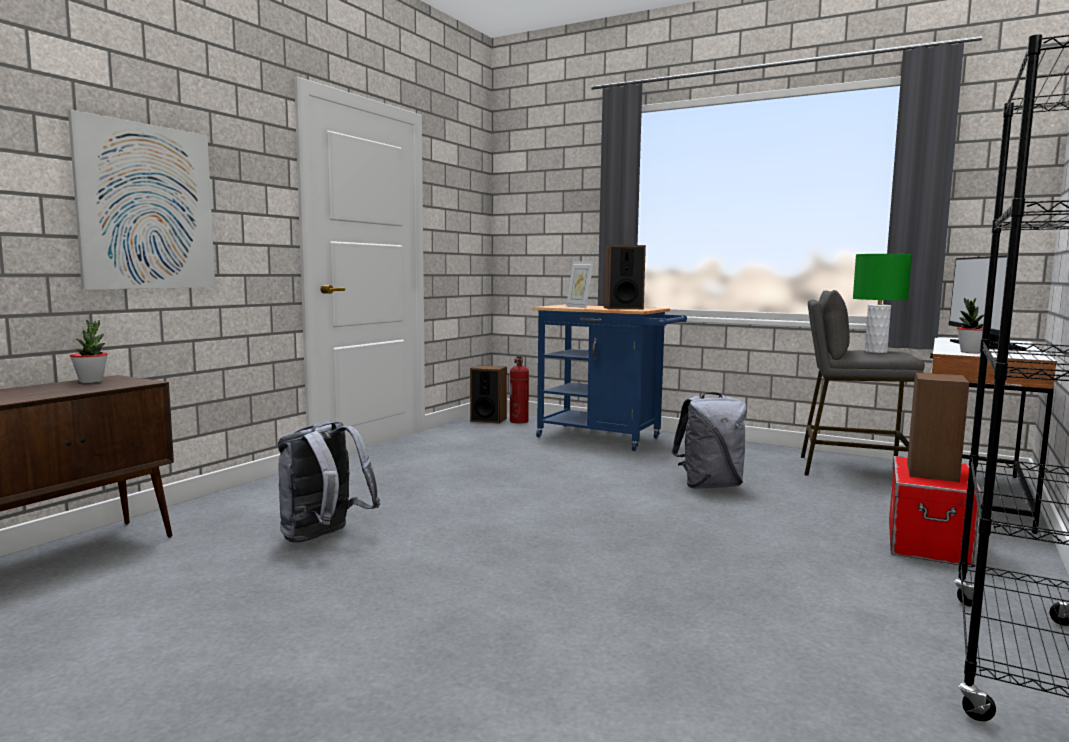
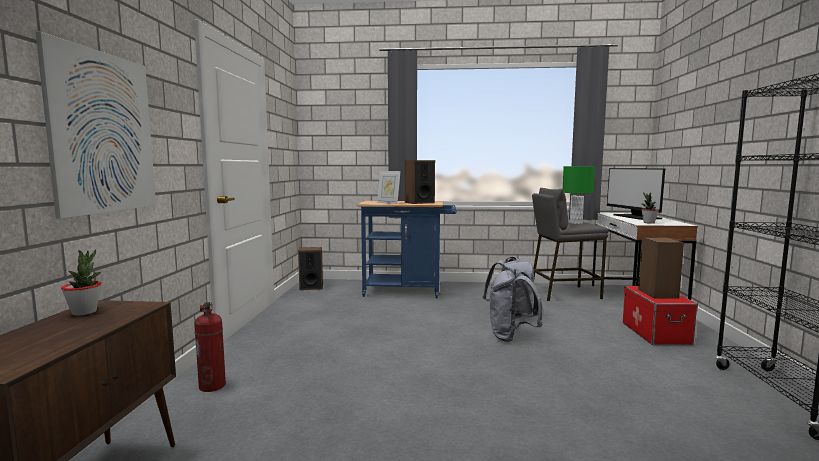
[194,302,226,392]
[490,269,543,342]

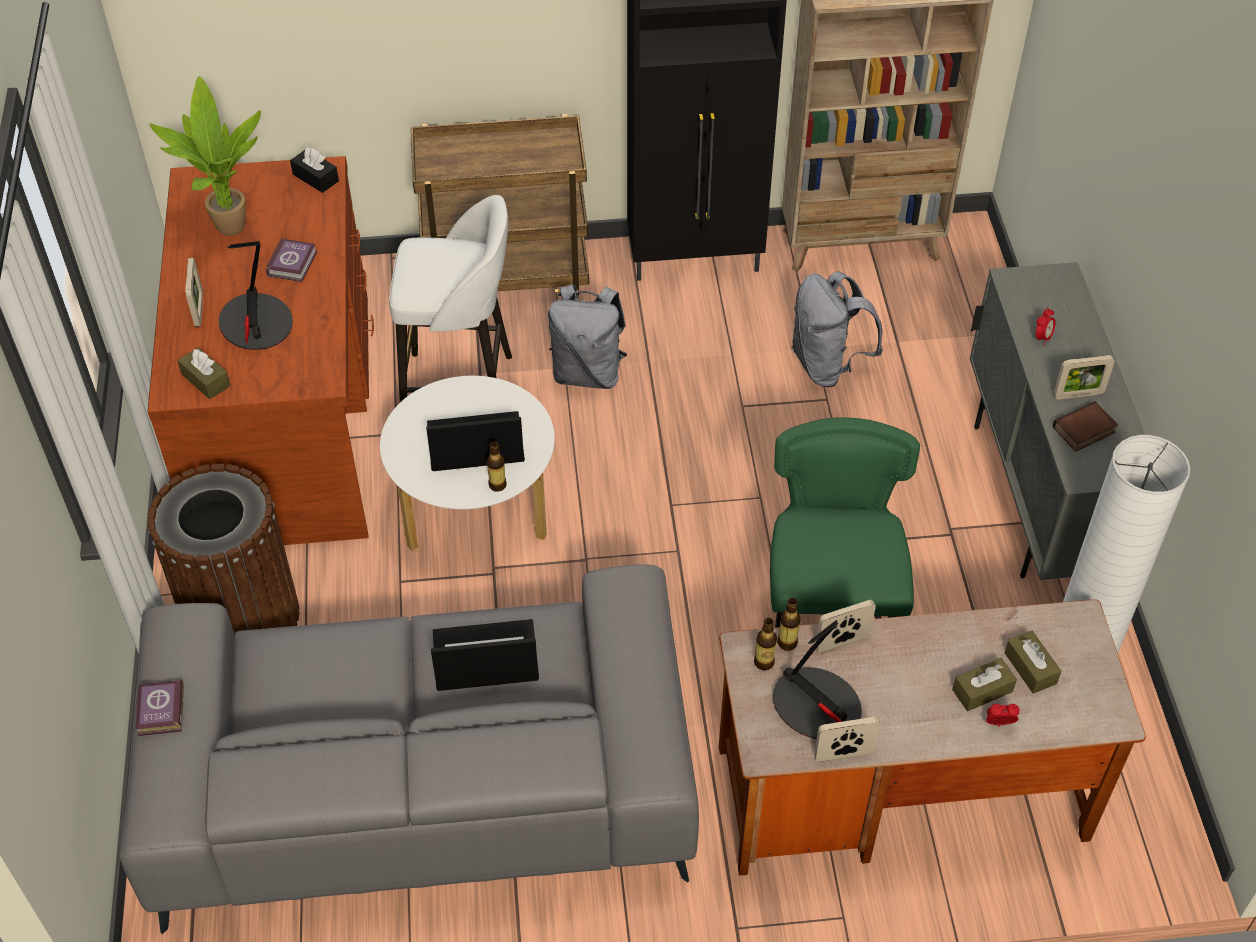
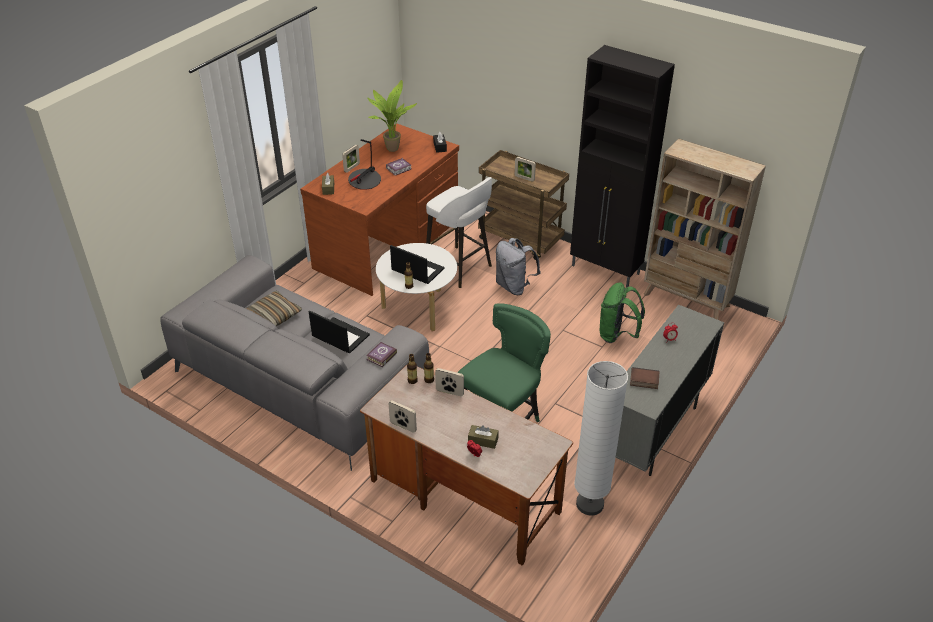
[600,282,645,343]
[515,157,536,182]
[148,464,300,635] (first image)
[773,620,862,739] (first image)
[1005,631,1061,694] (first image)
[366,342,397,367]
[246,291,302,326]

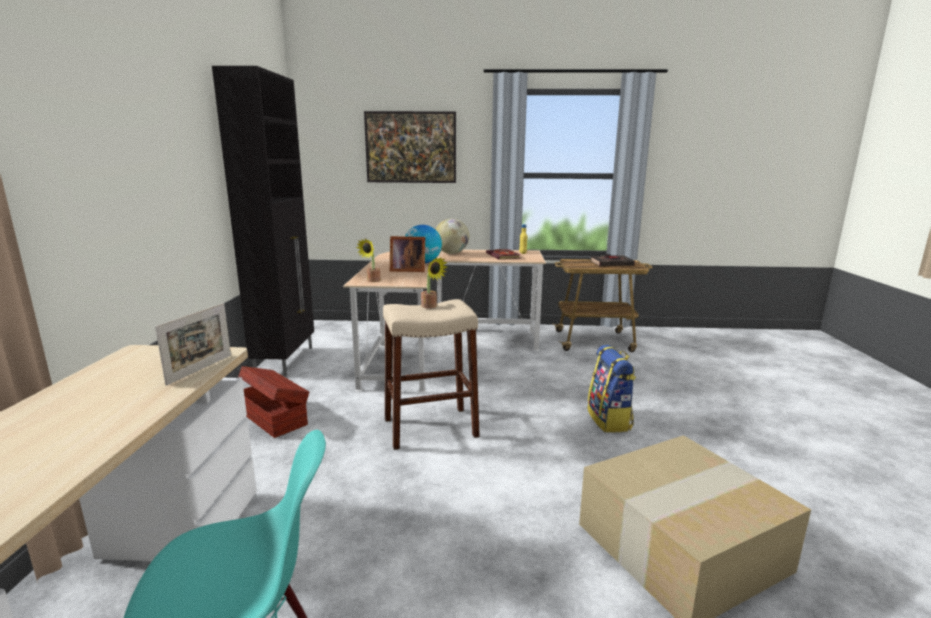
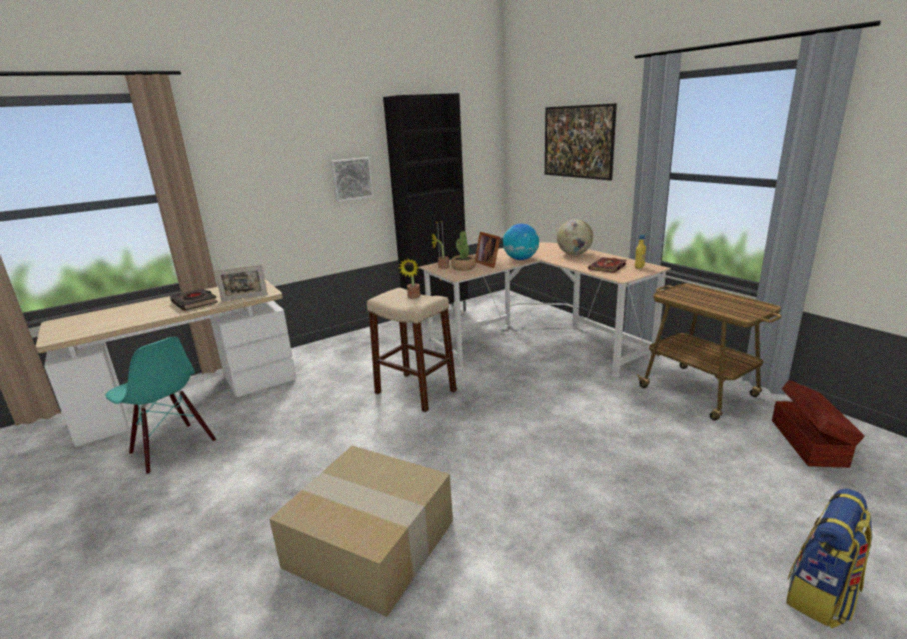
[170,288,218,311]
[786,489,873,628]
[772,380,865,468]
[331,157,373,202]
[451,231,476,271]

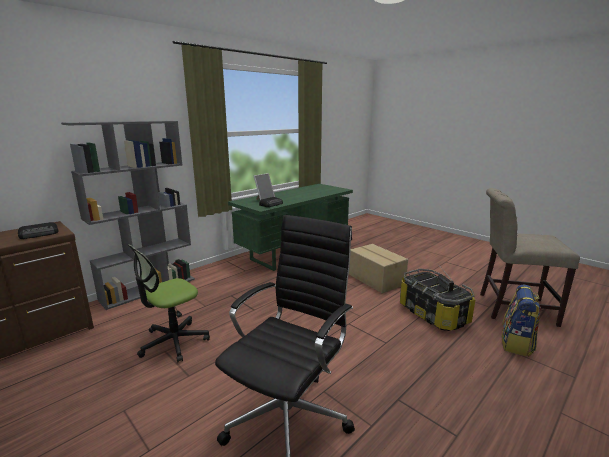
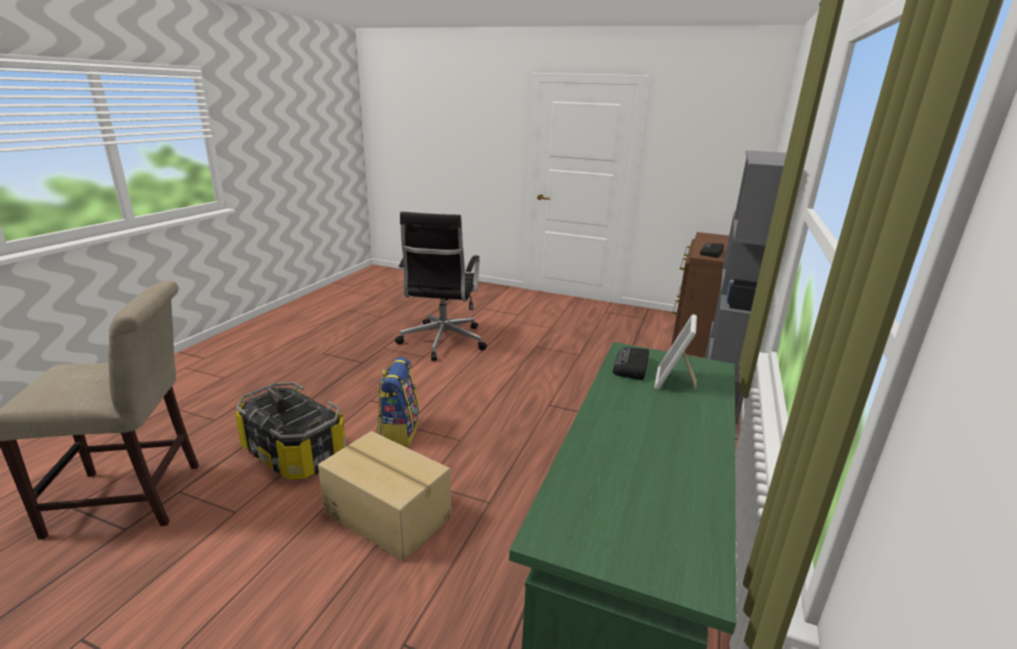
[128,244,210,362] (first image)
[377,357,419,447]

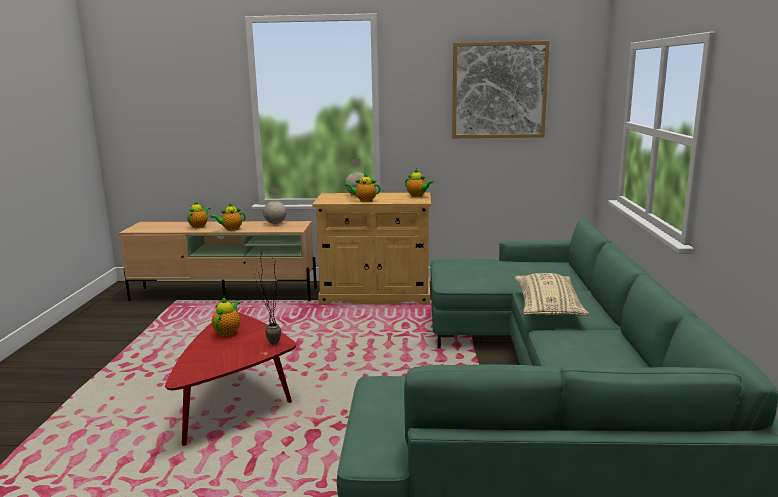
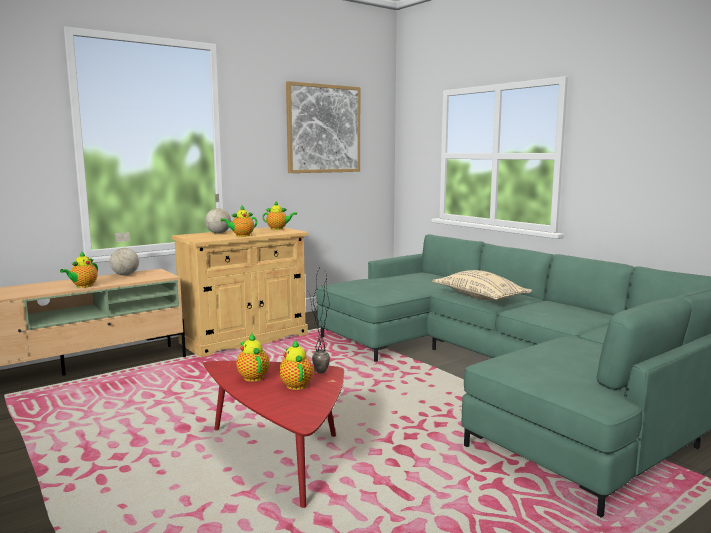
[279,339,313,390]

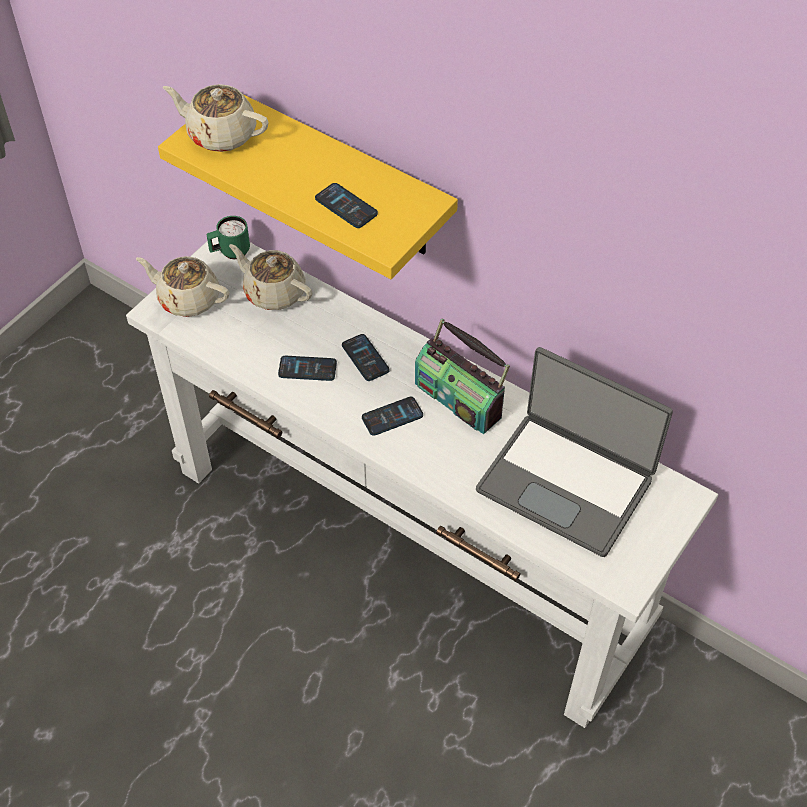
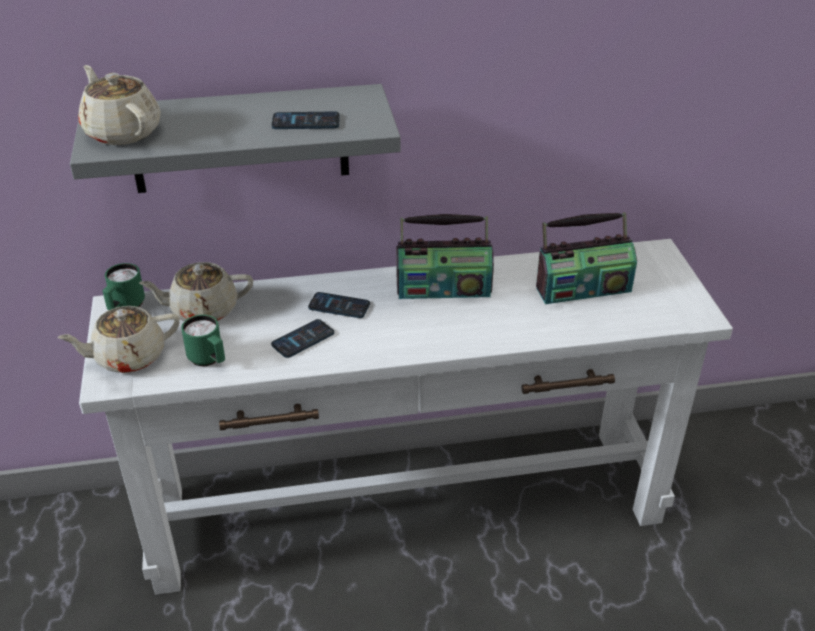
[78,65,161,145]
[70,84,401,193]
[536,212,637,304]
[362,397,423,436] (first image)
[181,315,225,366]

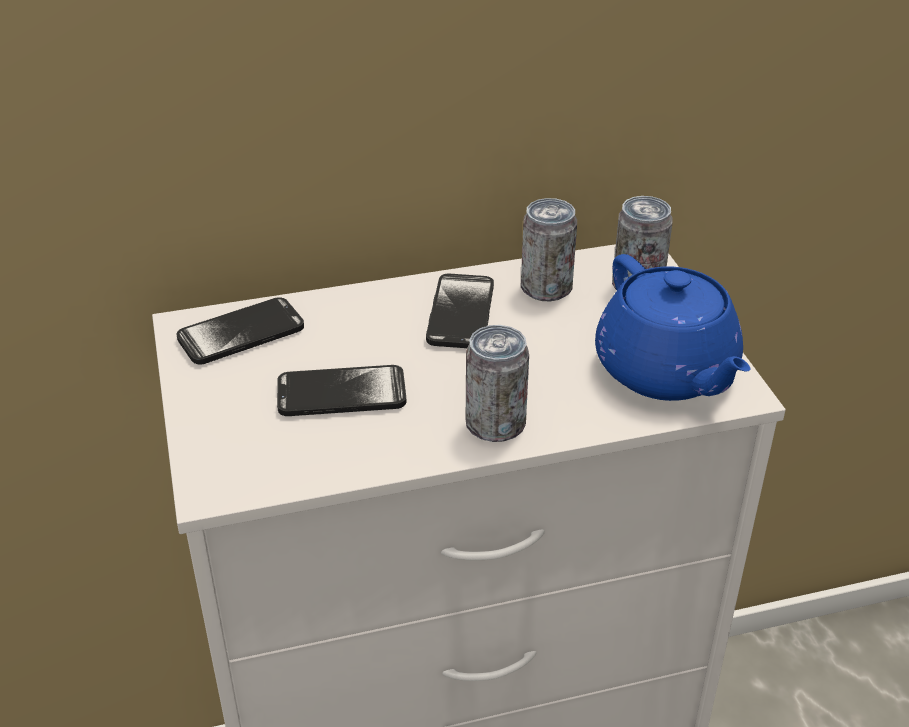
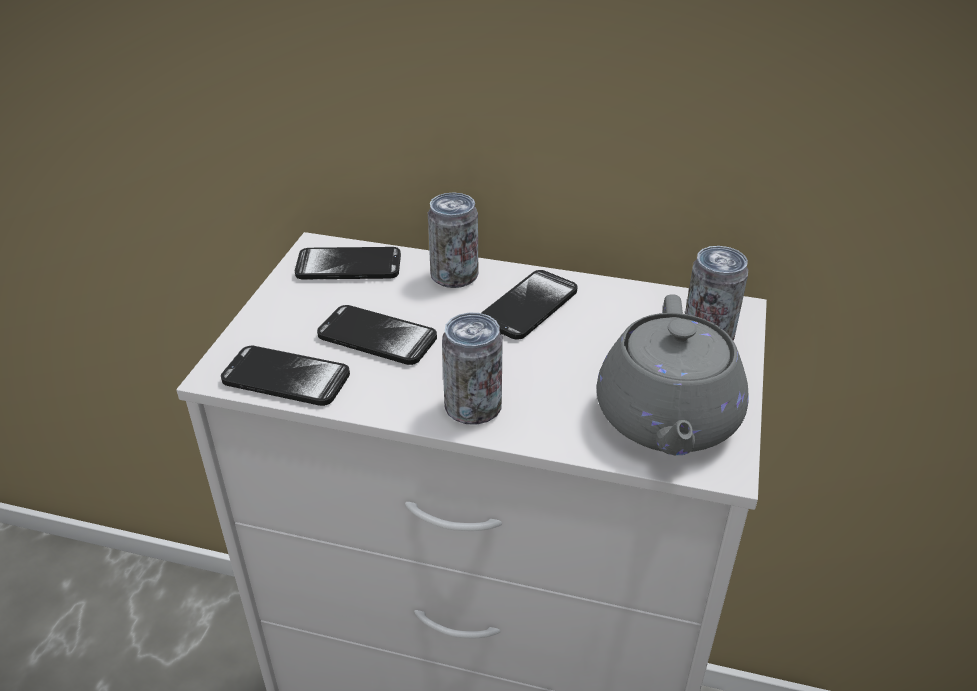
[428,192,478,288]
[596,294,749,455]
[221,346,350,406]

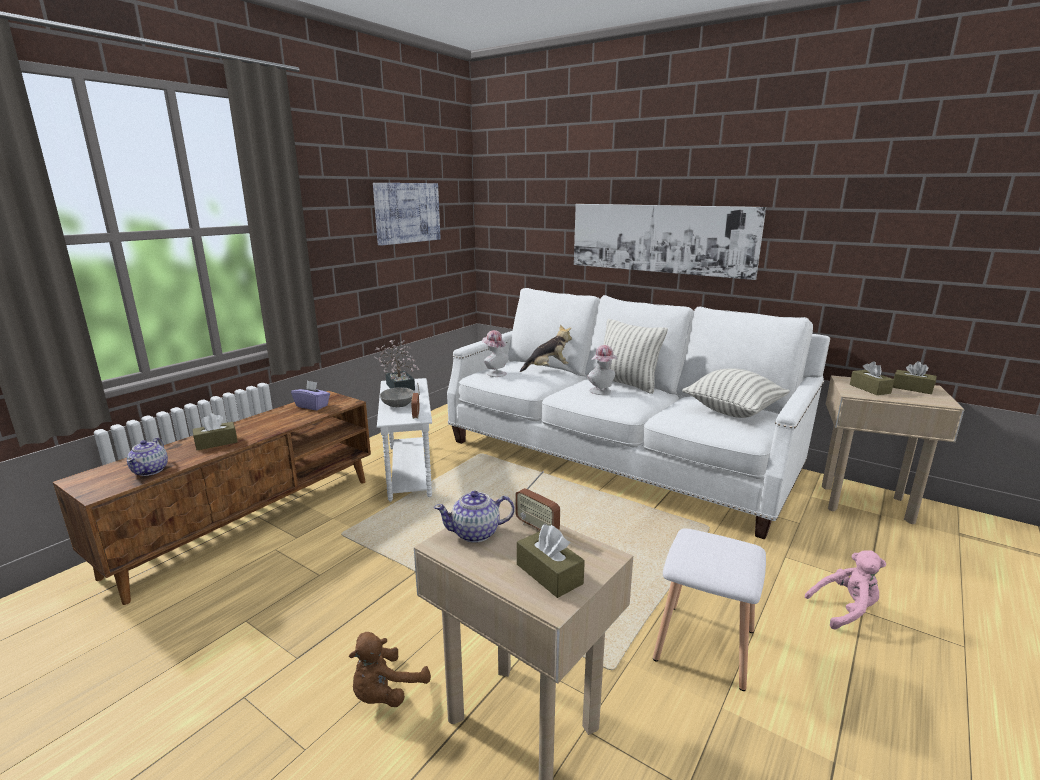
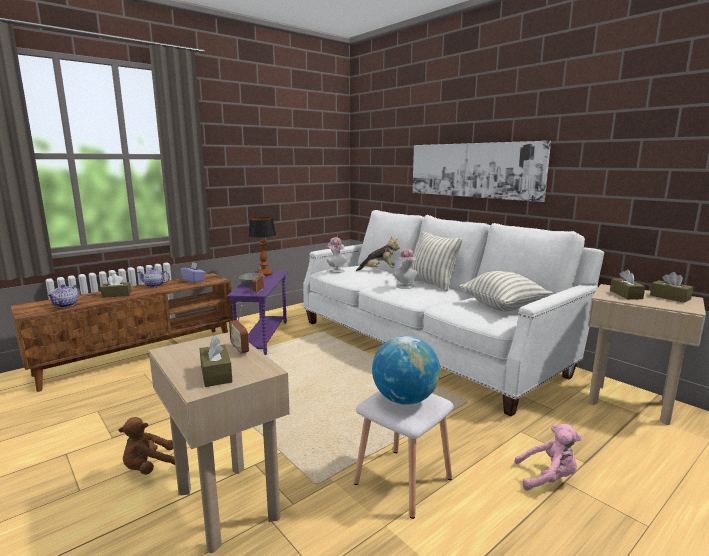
[373,183,441,246] (first image)
[248,217,276,276]
[227,271,288,355]
[138,267,170,287]
[372,336,440,405]

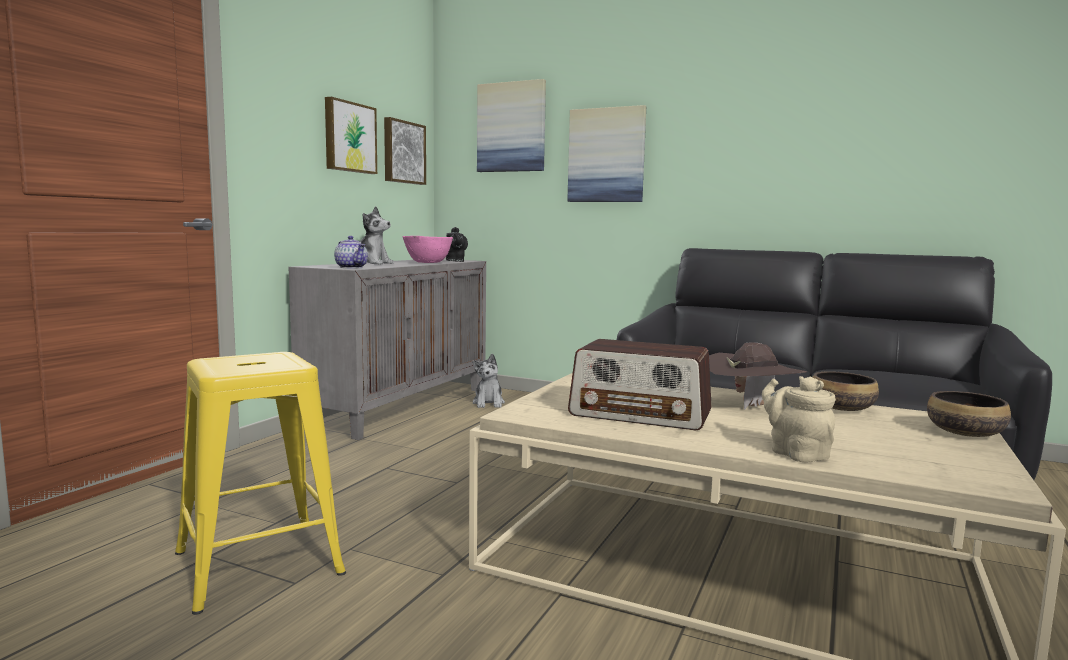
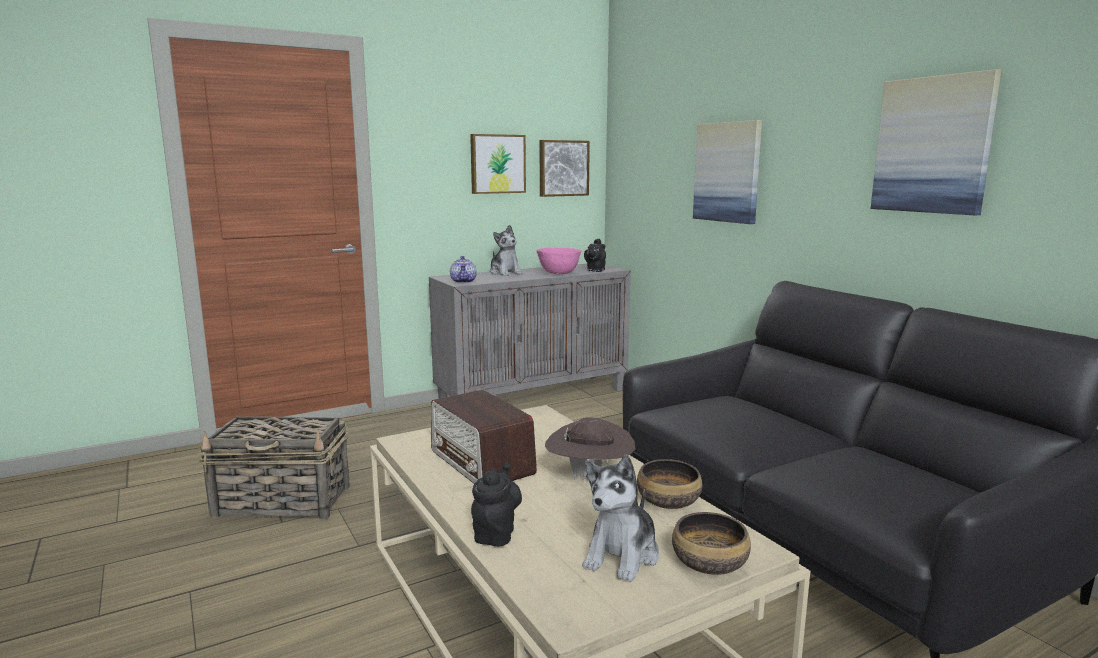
[871,69,1002,215]
[198,416,349,520]
[583,455,659,582]
[471,463,522,546]

